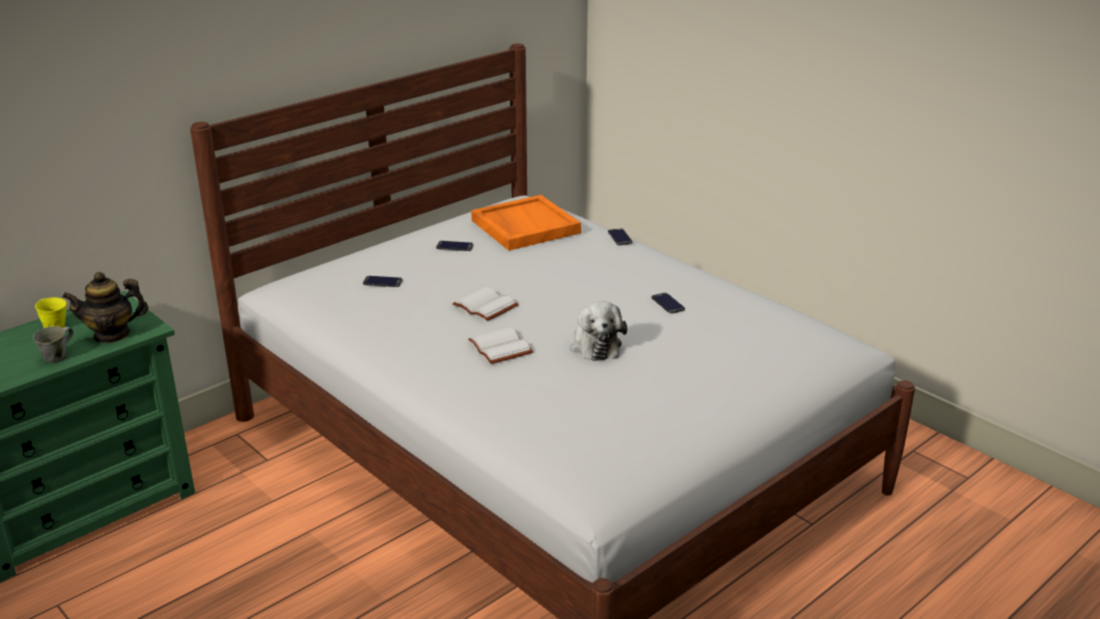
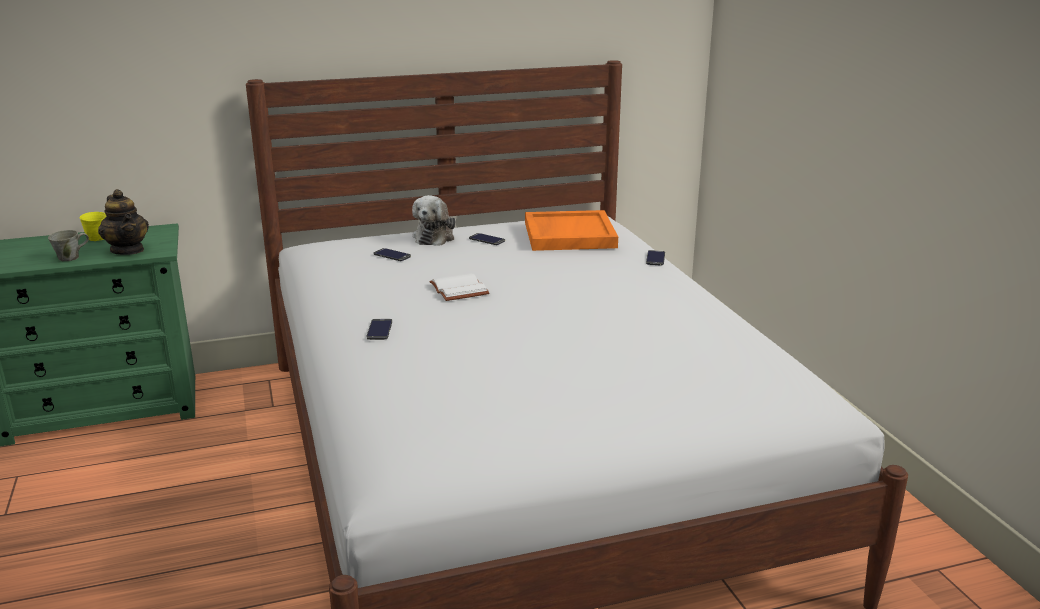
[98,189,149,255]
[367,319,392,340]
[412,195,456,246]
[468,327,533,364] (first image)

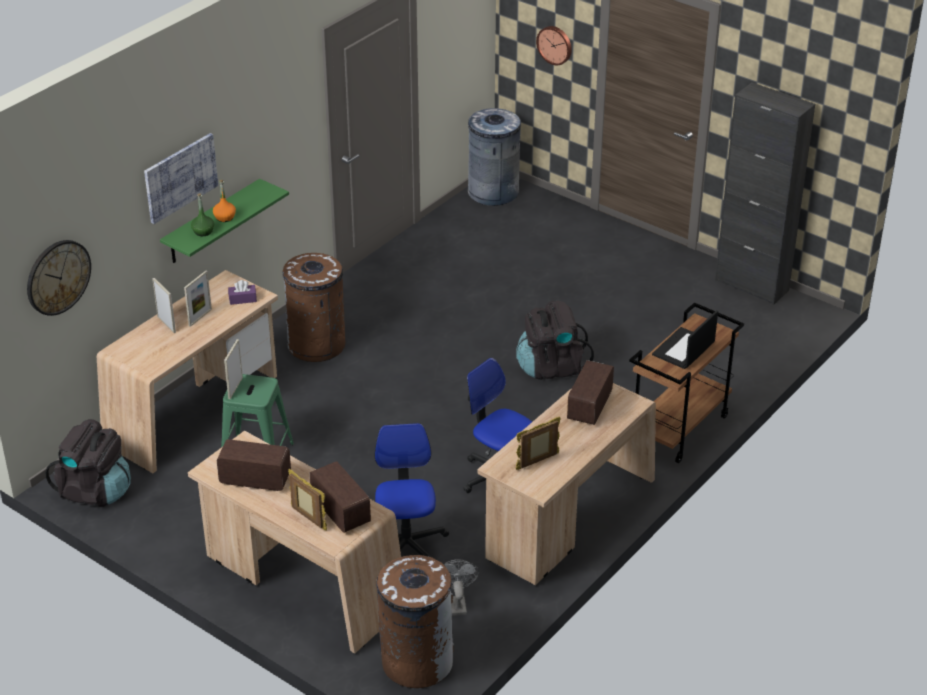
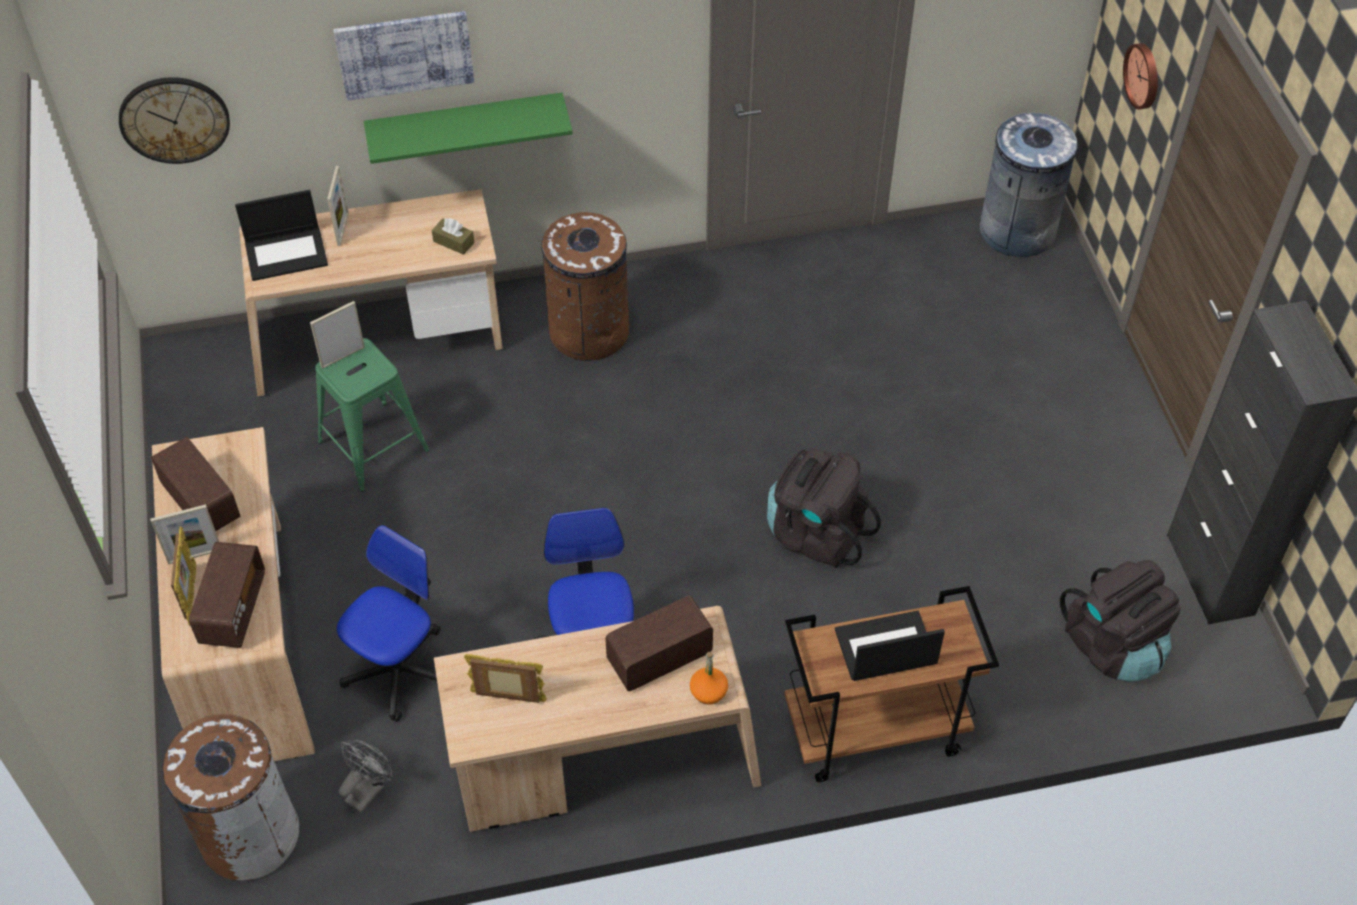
[690,652,728,705]
[191,194,214,236] (first image)
[150,504,219,565]
[432,218,475,255]
[1060,560,1180,682]
[235,190,328,281]

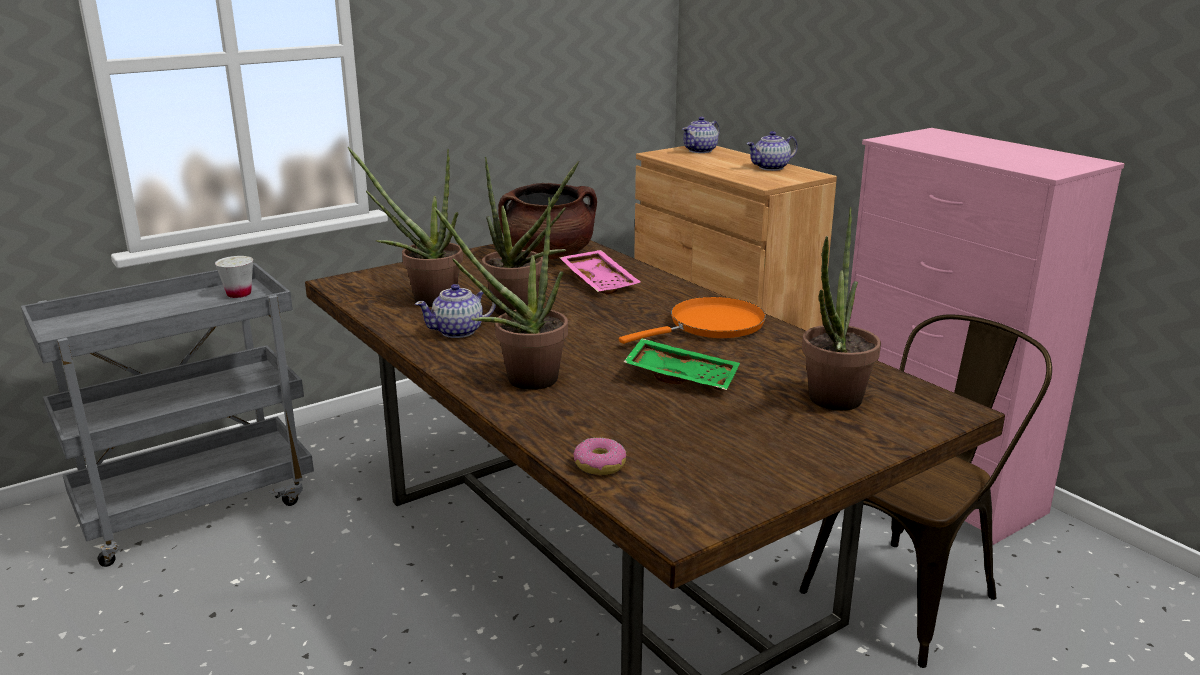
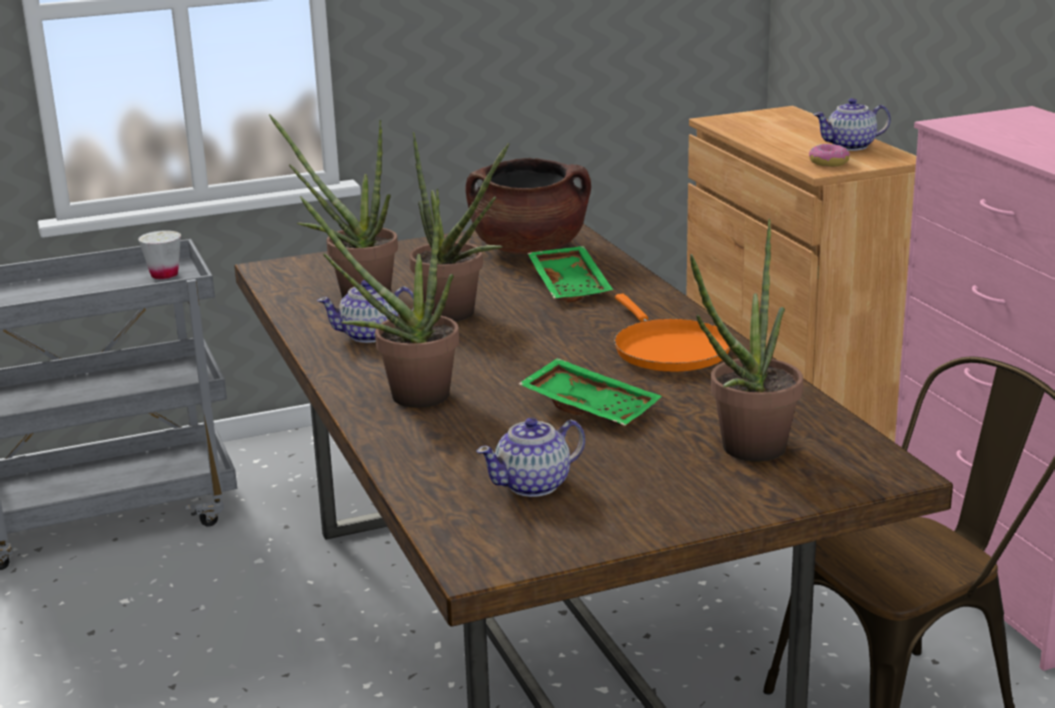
[477,418,585,497]
[528,246,613,302]
[614,294,730,372]
[809,144,850,167]

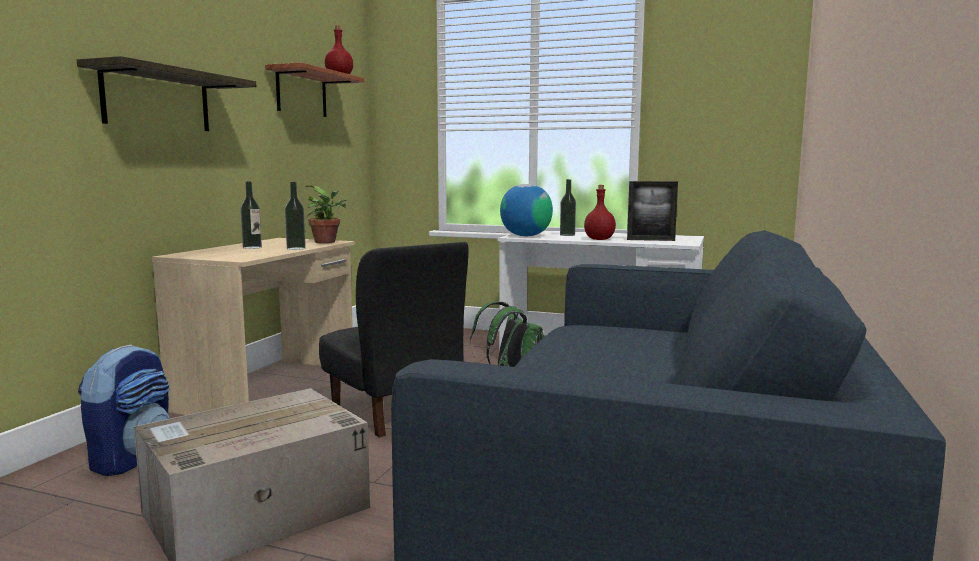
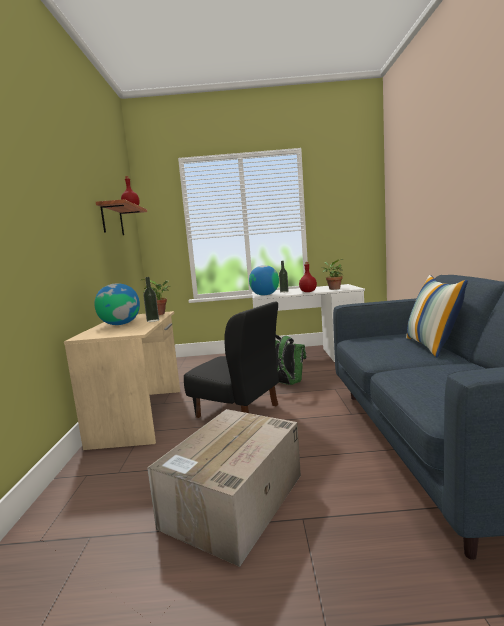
[77,56,256,131] (first image)
[94,283,140,325]
[321,259,344,290]
[78,345,170,476] (first image)
[406,275,468,358]

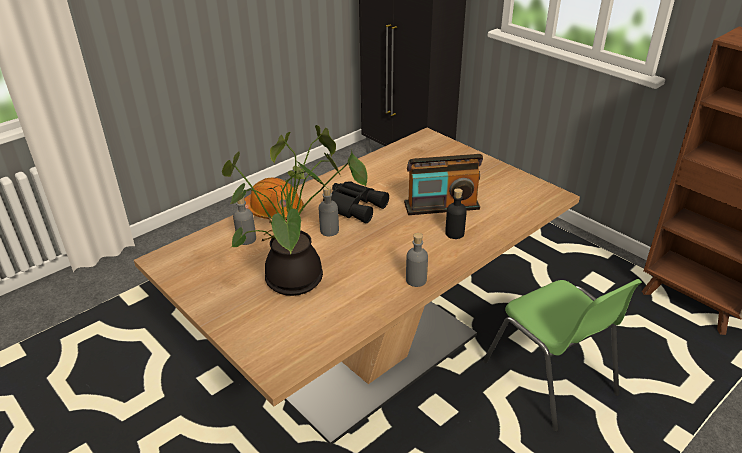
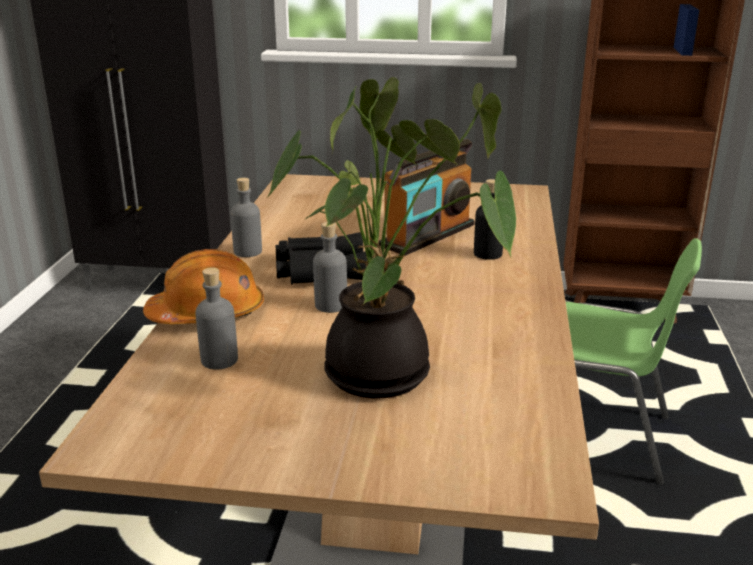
[231,177,262,257]

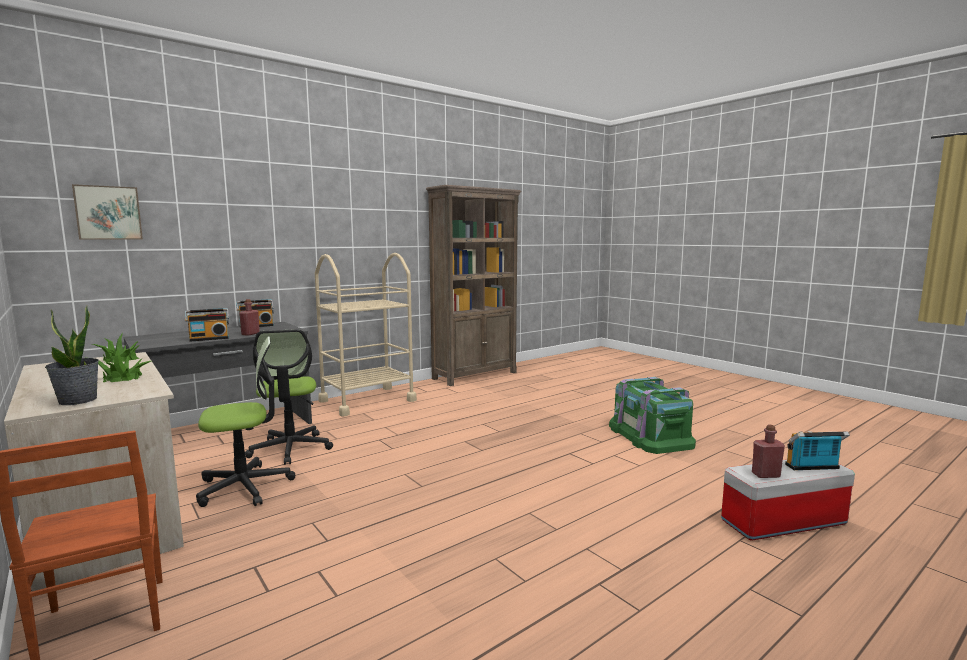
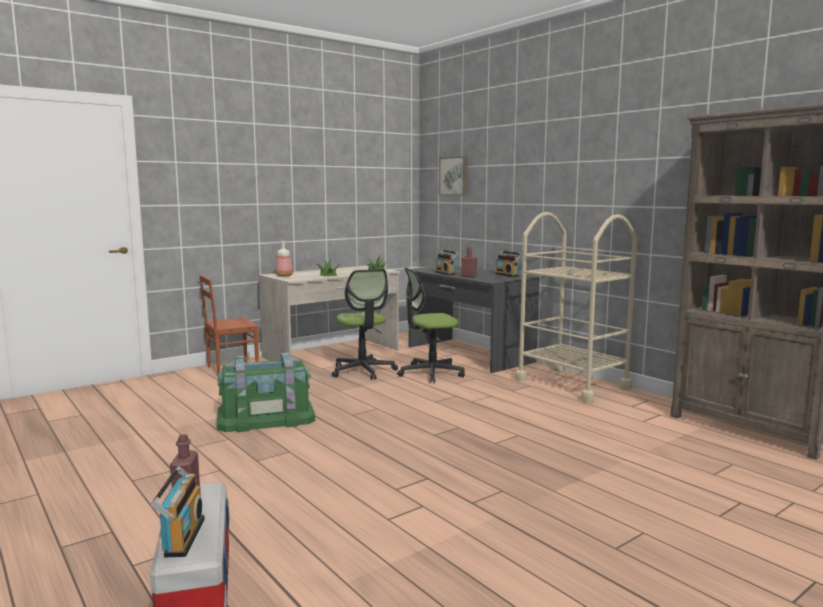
[276,241,293,277]
[217,353,315,432]

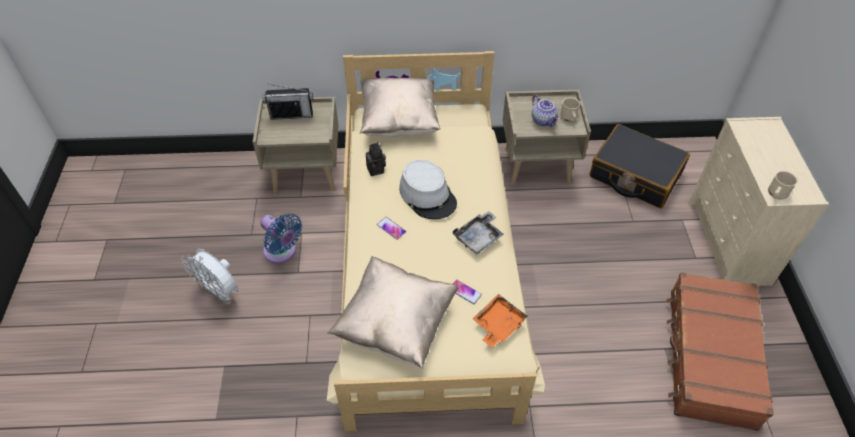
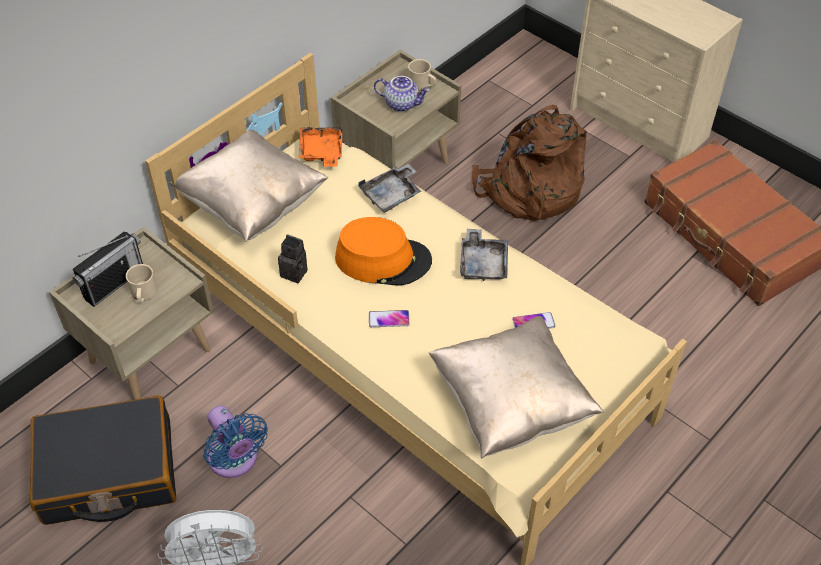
[30,395,176,525]
[335,217,432,286]
[126,264,157,303]
[203,405,268,478]
[299,125,343,167]
[472,105,587,221]
[358,164,421,213]

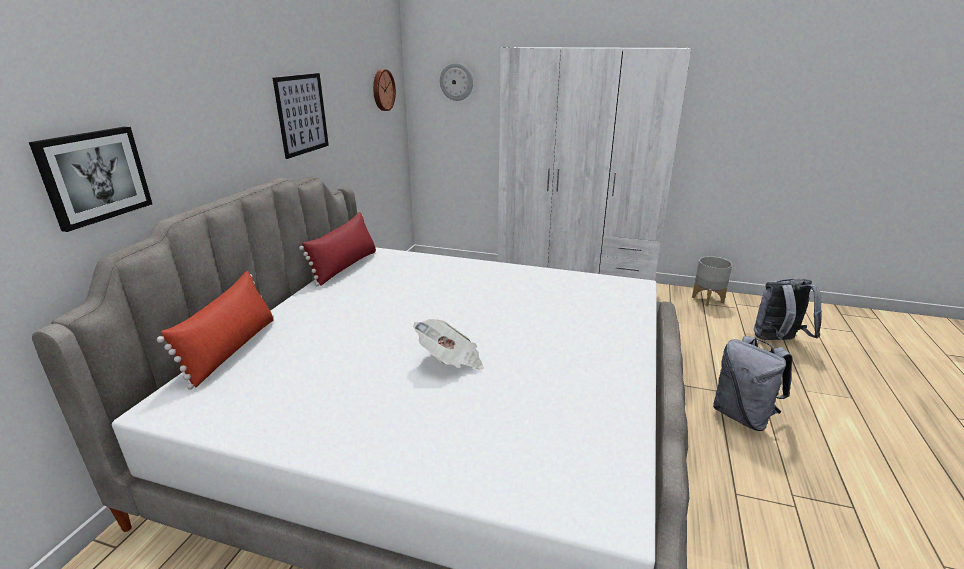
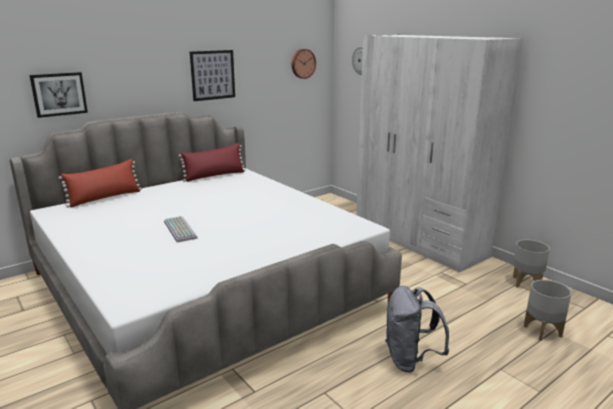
[524,280,572,341]
[164,216,198,243]

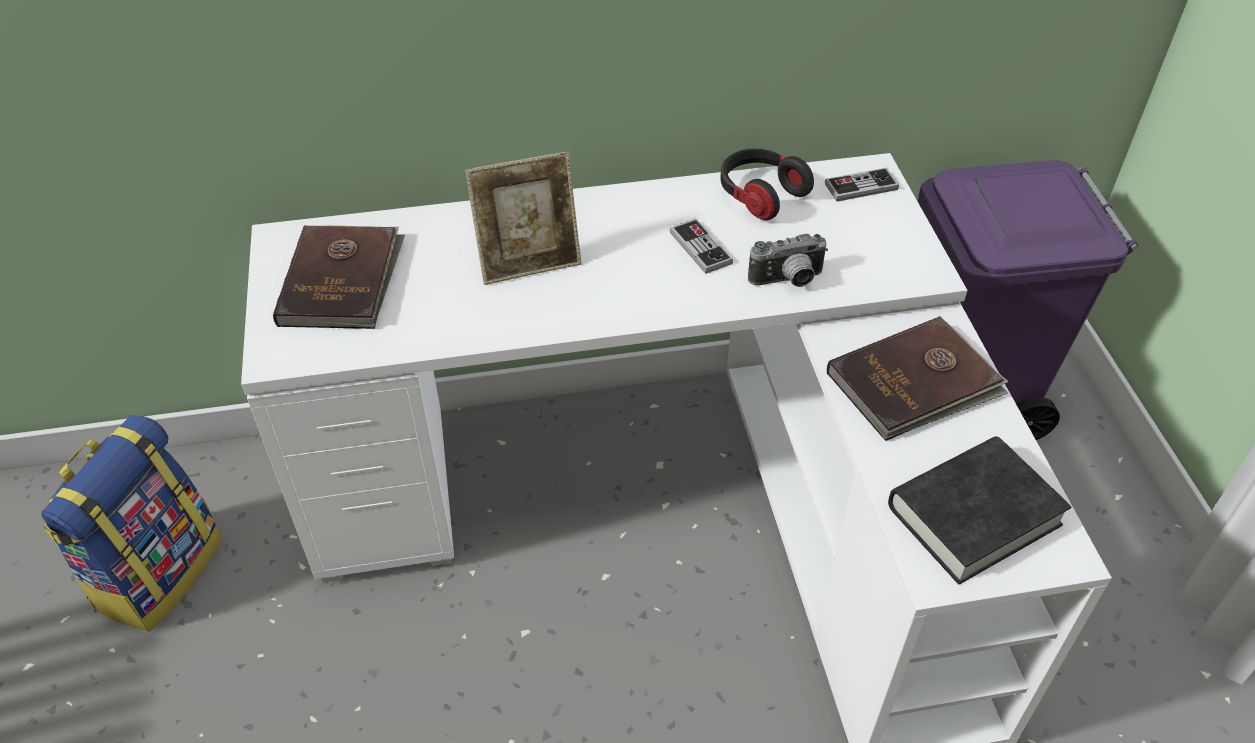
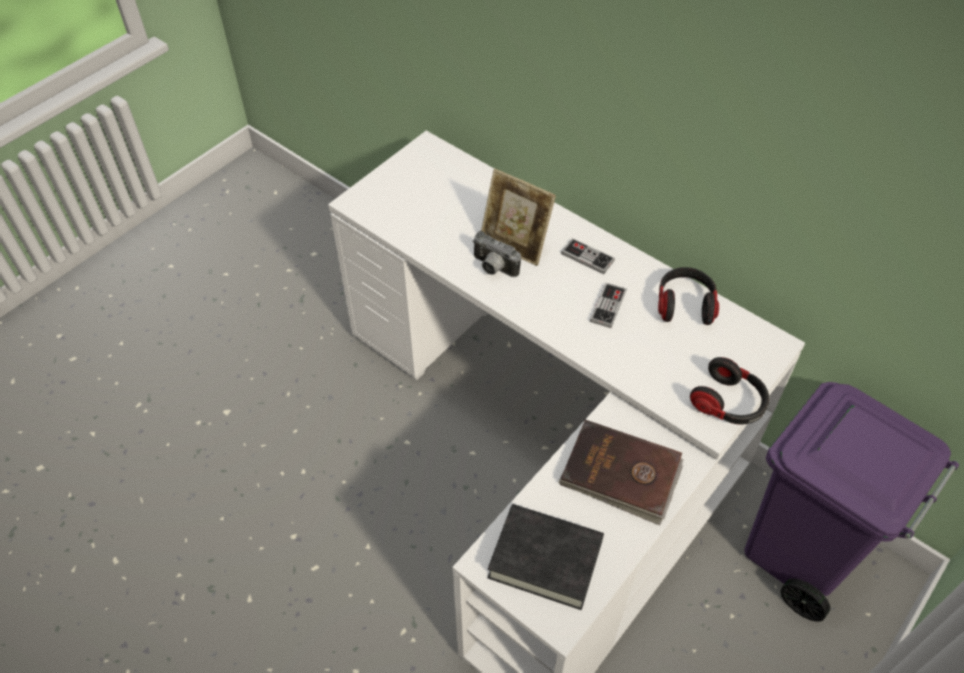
[561,238,615,274]
[273,225,405,329] (first image)
[472,231,521,277]
[41,415,222,632] (first image)
[690,357,769,425]

